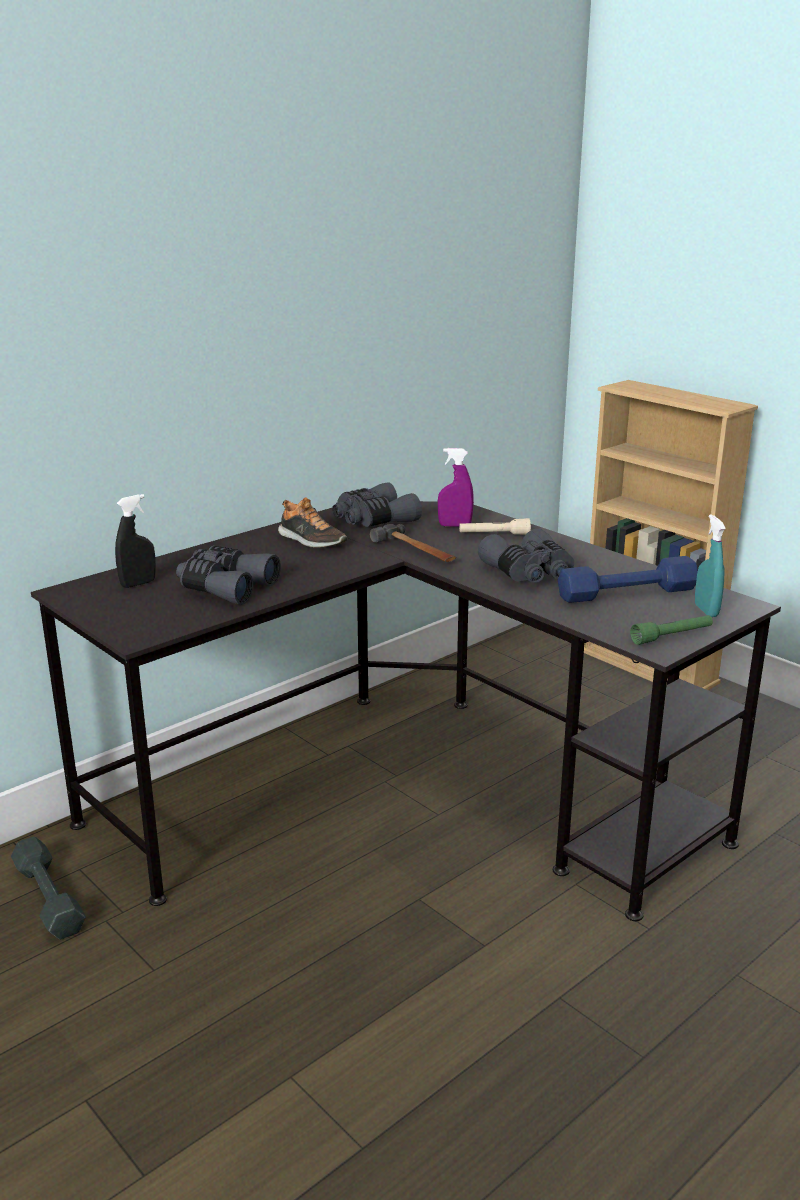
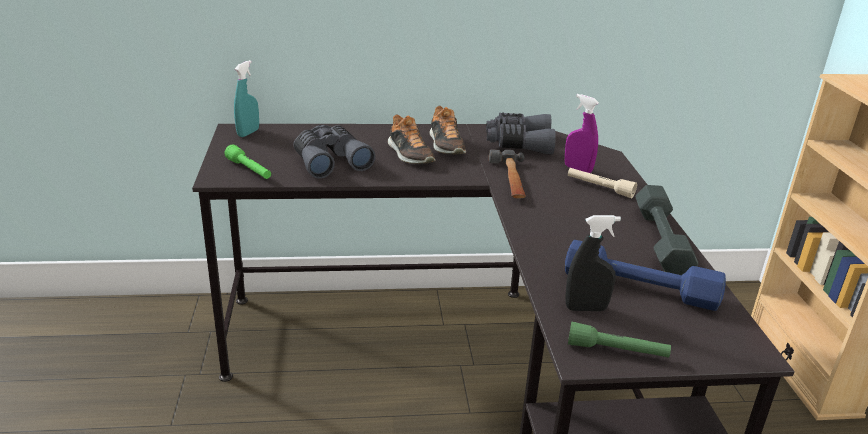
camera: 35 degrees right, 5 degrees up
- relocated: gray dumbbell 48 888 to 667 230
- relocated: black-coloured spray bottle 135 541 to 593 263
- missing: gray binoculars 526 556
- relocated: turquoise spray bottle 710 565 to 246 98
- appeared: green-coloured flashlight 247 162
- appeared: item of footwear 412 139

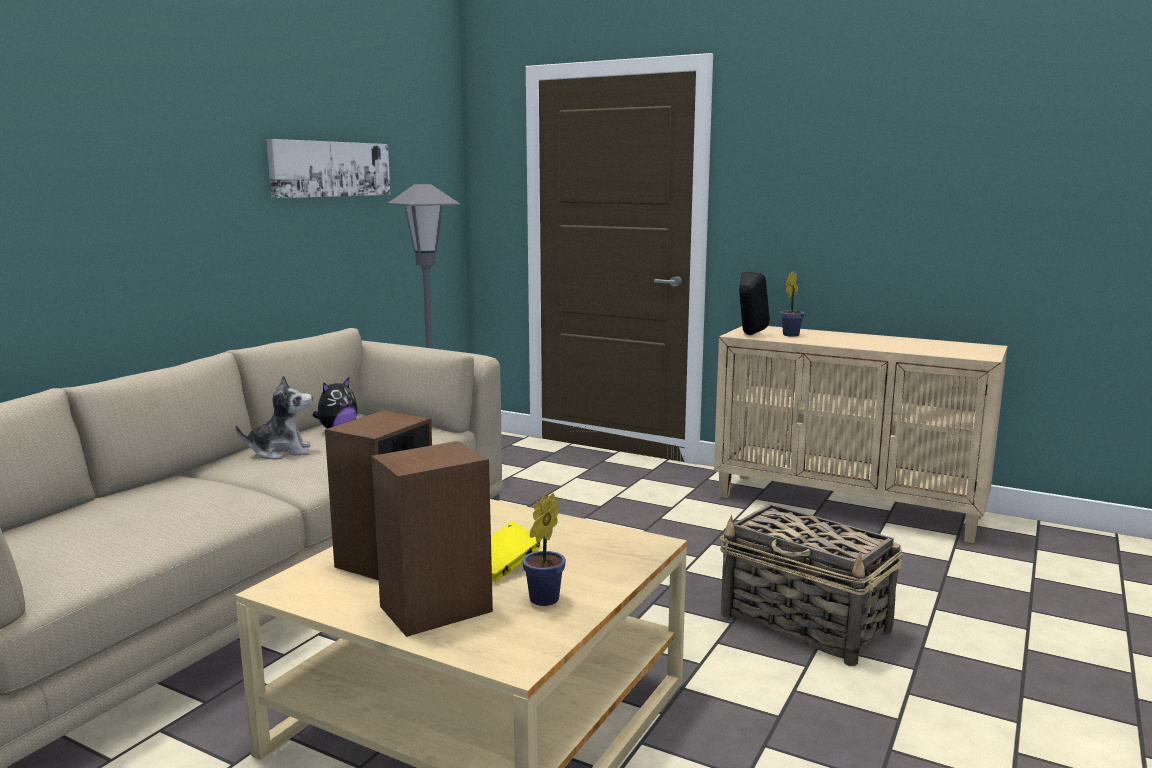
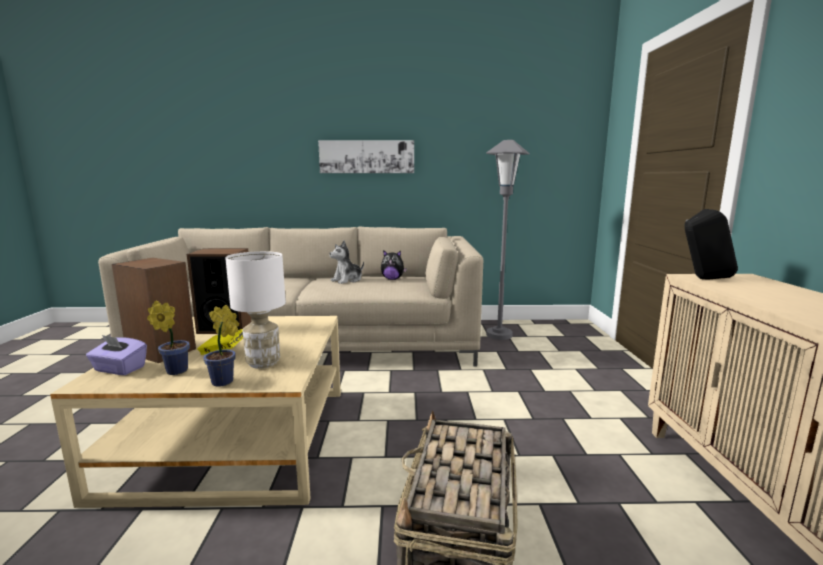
camera: 60 degrees right, 0 degrees up
- spun: cuddly toy 274 417 = 346 262 90 degrees clockwise
- relocated: picture 328 168 to 366 156
- relocated: houseplant 792 304 to 221 346
- appeared: purplish tissue box 116 355
- appeared: whitish tabletop lamp 255 310

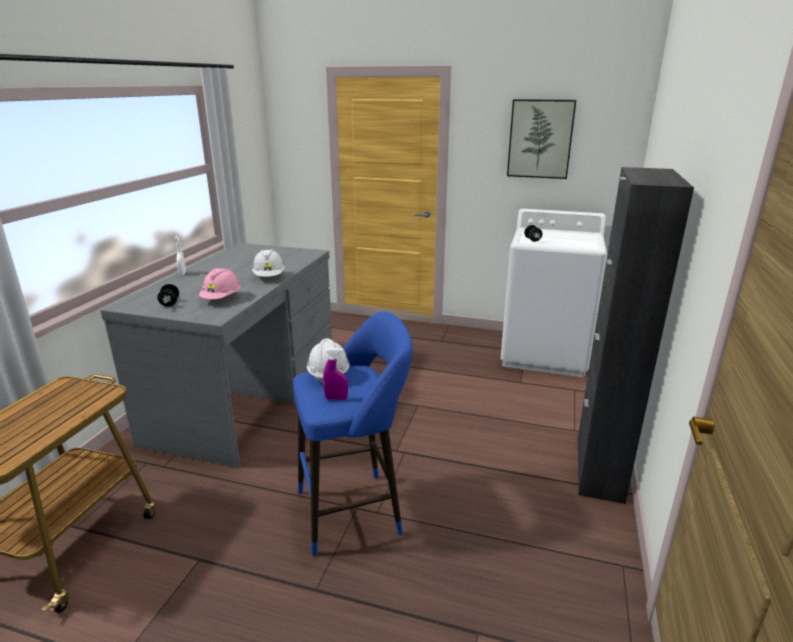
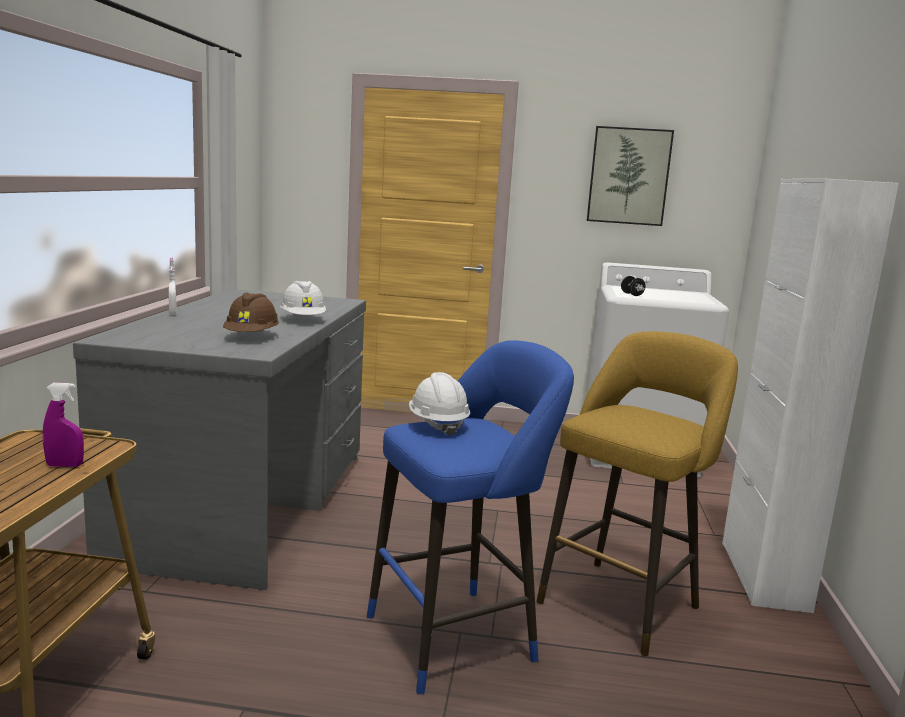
camera: 10 degrees left, 10 degrees down
- missing: black-coloured dumbbell 168 295
- colour: pink hard hat 220 283 to brownish hard hat 251 312
- relocated: purplish spray bottle 335 374 to 63 425
- colour: black-coloured cupboard 636 335 to whitish cupboard 810 396
- appeared: yellow stool 637 493

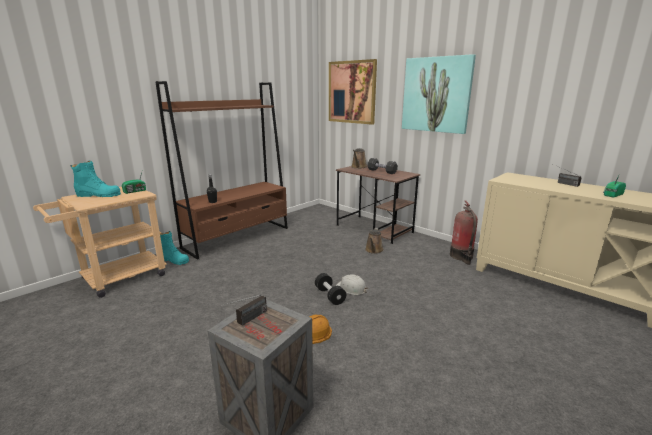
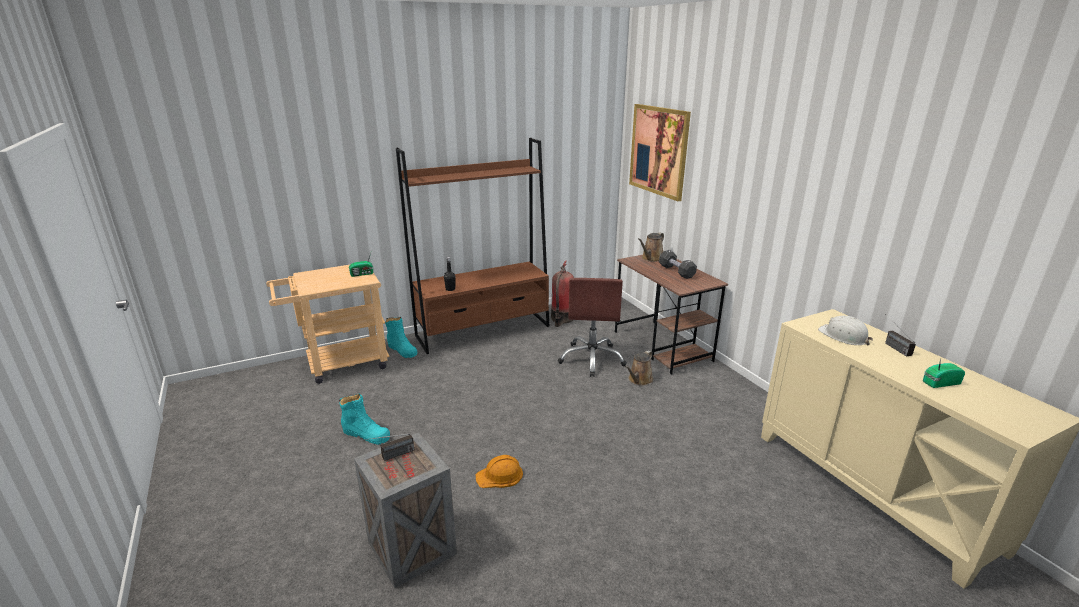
camera: 20 degrees right, 5 degrees up
- relocated: turquoise tall boot 96 179 to 364 419
- missing: black-coloured dumbbell 330 289
- relocated: whitish hard hat 352 284 to 845 330
- missing: picture 439 94
- relocated: fire-fighting cylinder 464 233 to 562 293
- appeared: brownish office chair 592 327

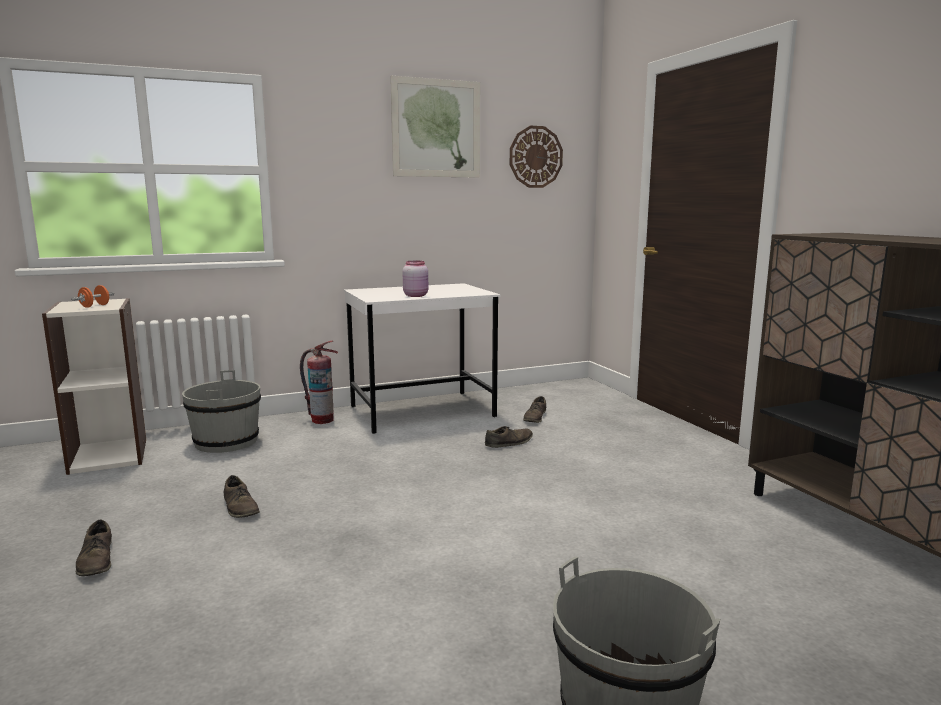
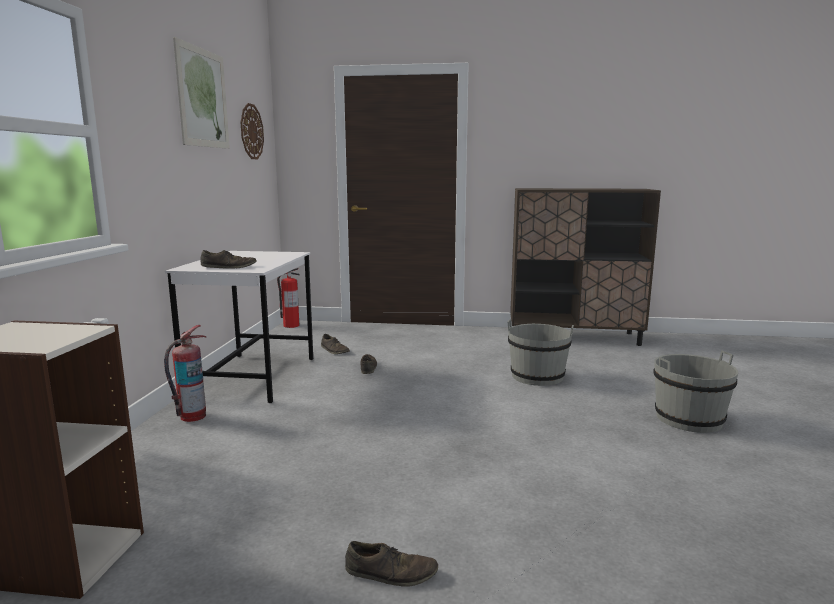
camera: 60 degrees left, 0 degrees up
- missing: orange-coloured dumbbell 92 296
- relocated: gray pail 221 411 to 541 352
- relocated: brownish item of footwear 241 496 to 228 259
- missing: pink storage jar 415 279
- appeared: fire-fighting cylinder 288 298

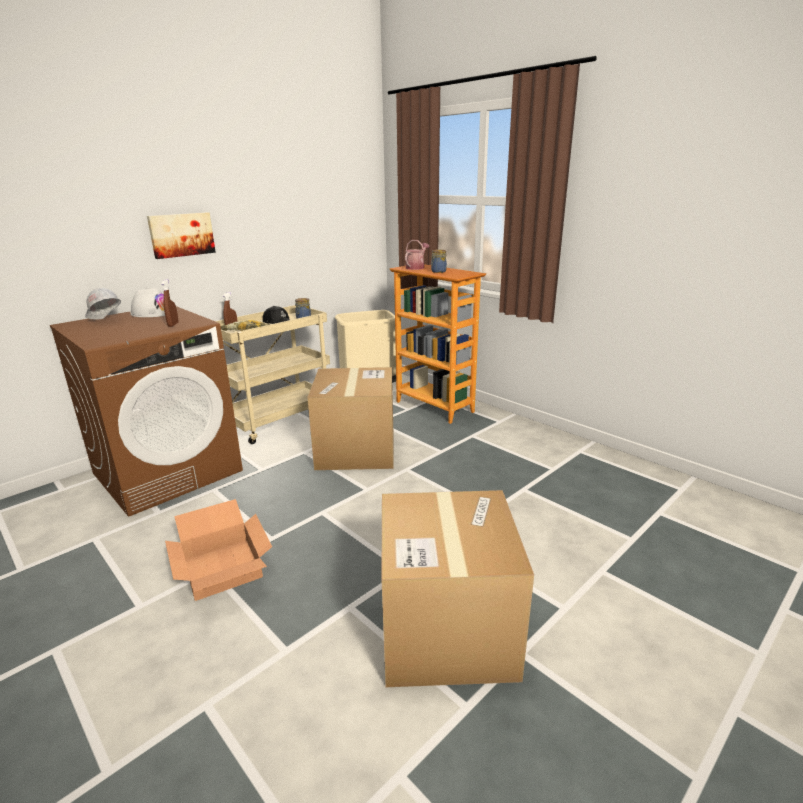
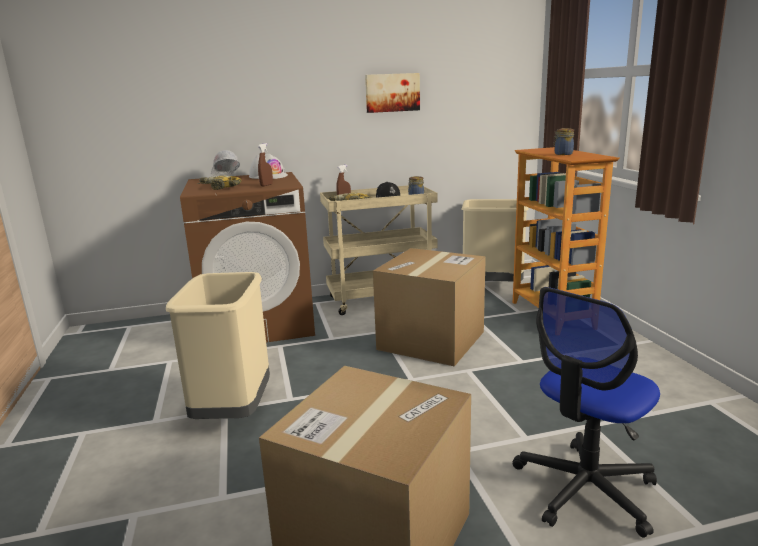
camera: 30 degrees right, 5 degrees down
- relocated: picture 181 235 to 392 93
- exchanged: packing box 218 550 to sand-coloured trash can 218 345
- missing: sprinkling can 417 255
- appeared: drill 219 182
- appeared: office chair 586 412

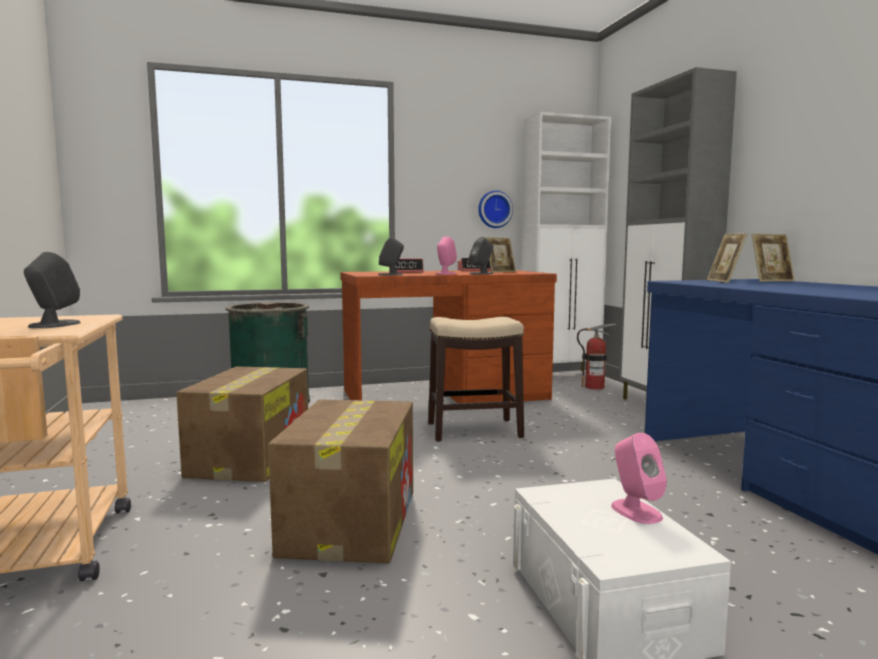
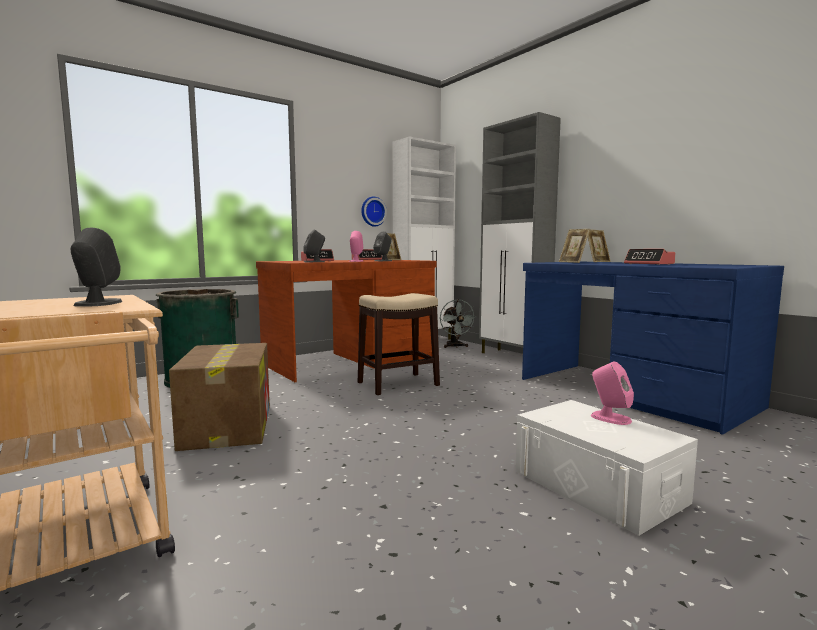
camera: 20 degrees left, 0 degrees up
- missing: packing box 340 481
- exchanged: fire-fighting cylinder 596 357 to gray cooling fan 458 323
- appeared: alarm clock 649 257

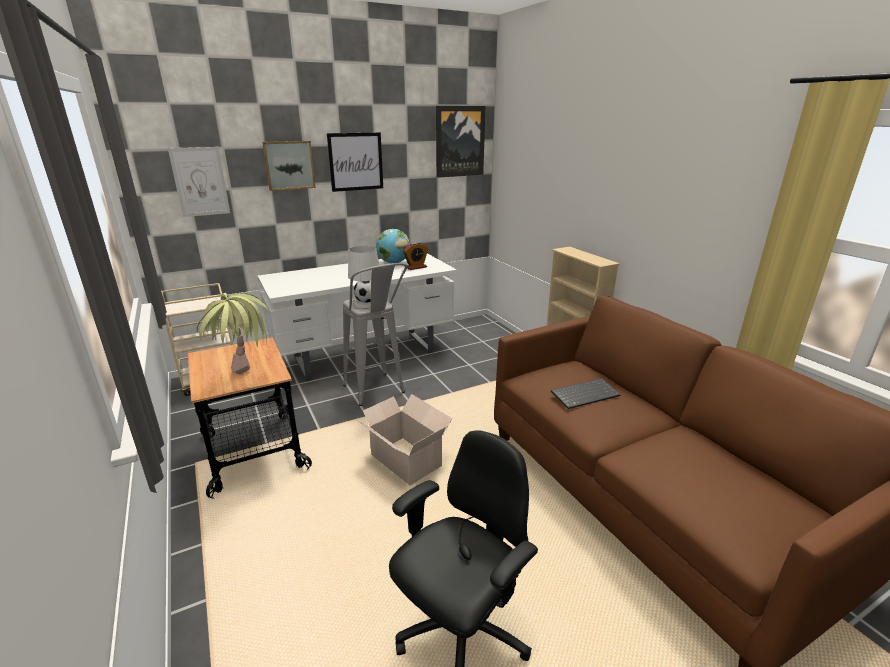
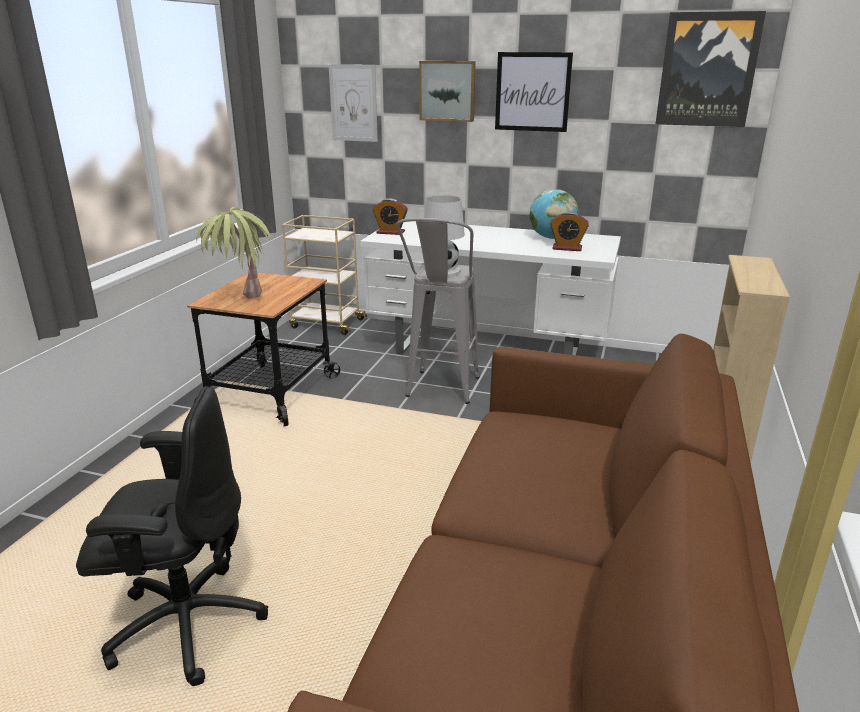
camera: 45 degrees right, 0 degrees up
- missing: packing box 405 439
- missing: PC keyboard 586 393
- appeared: alarm clock 390 216

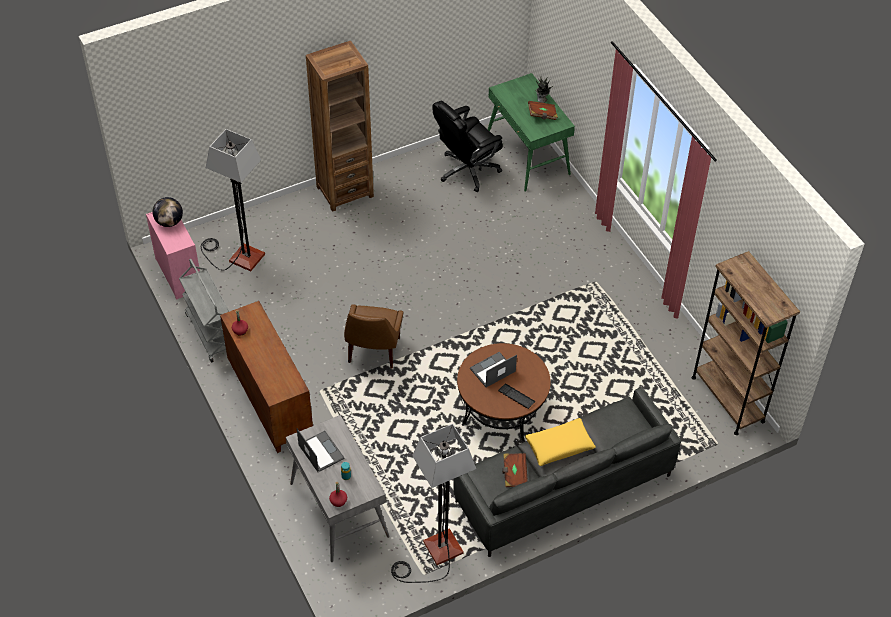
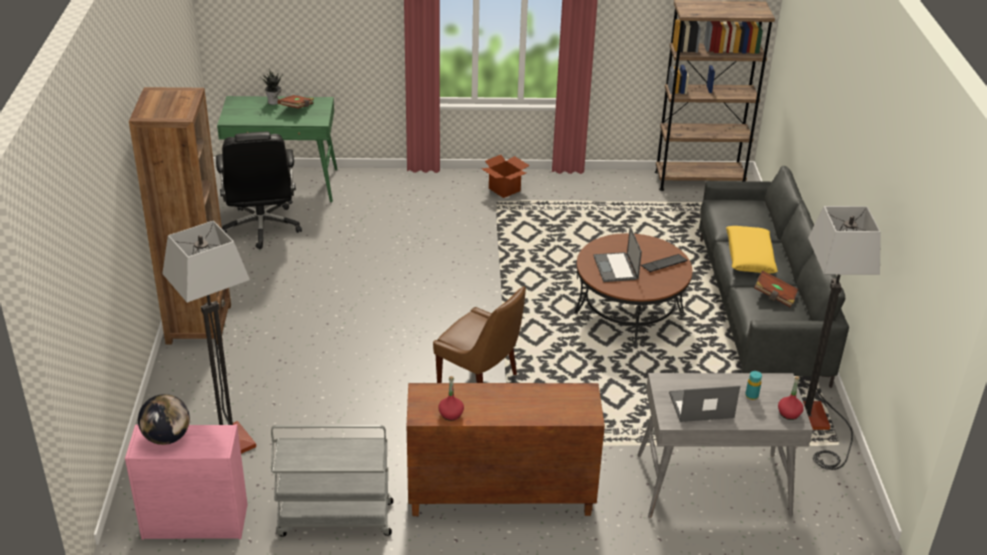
camera: 65 degrees left, 15 degrees down
- appeared: packing box 506 176

